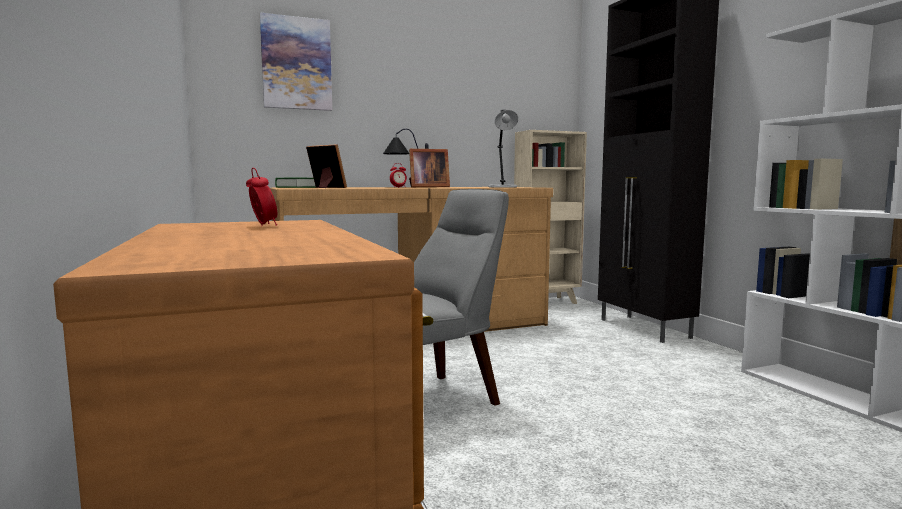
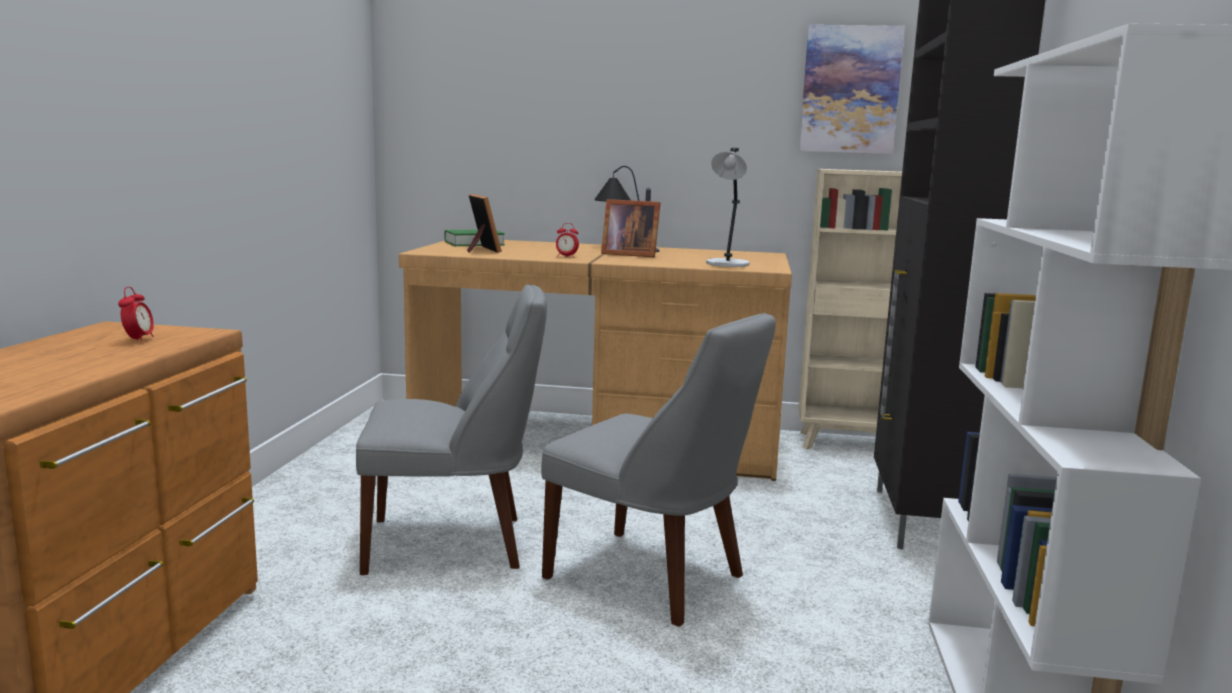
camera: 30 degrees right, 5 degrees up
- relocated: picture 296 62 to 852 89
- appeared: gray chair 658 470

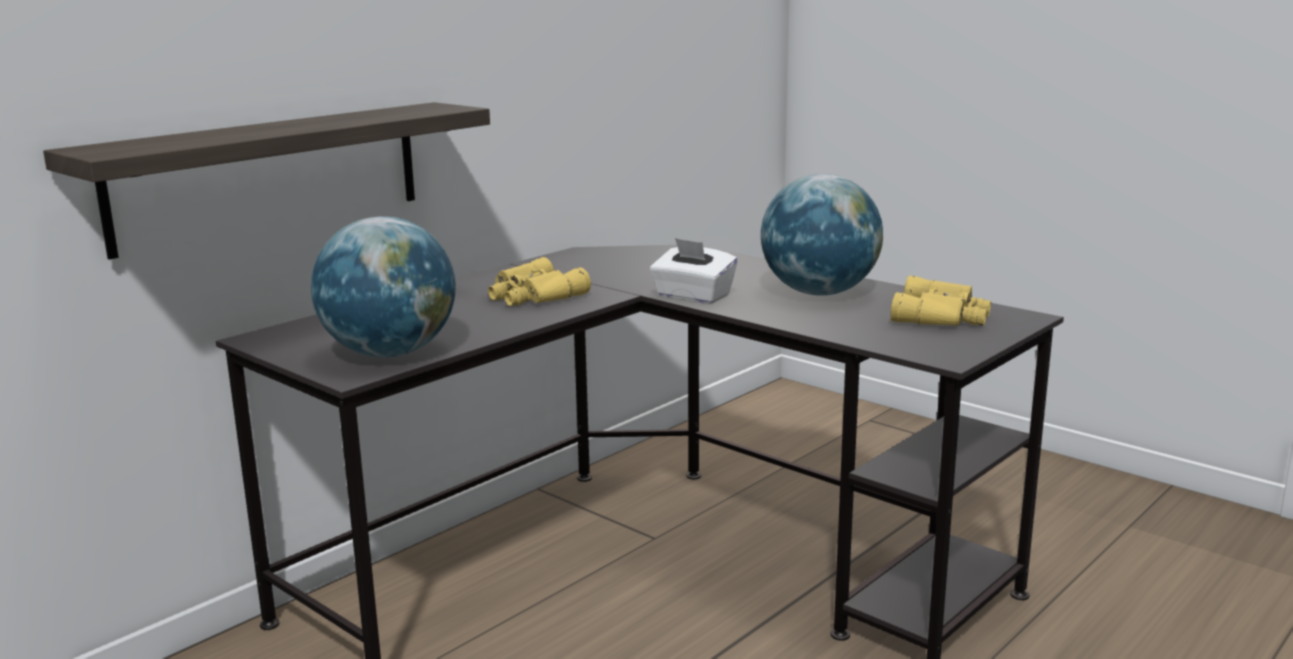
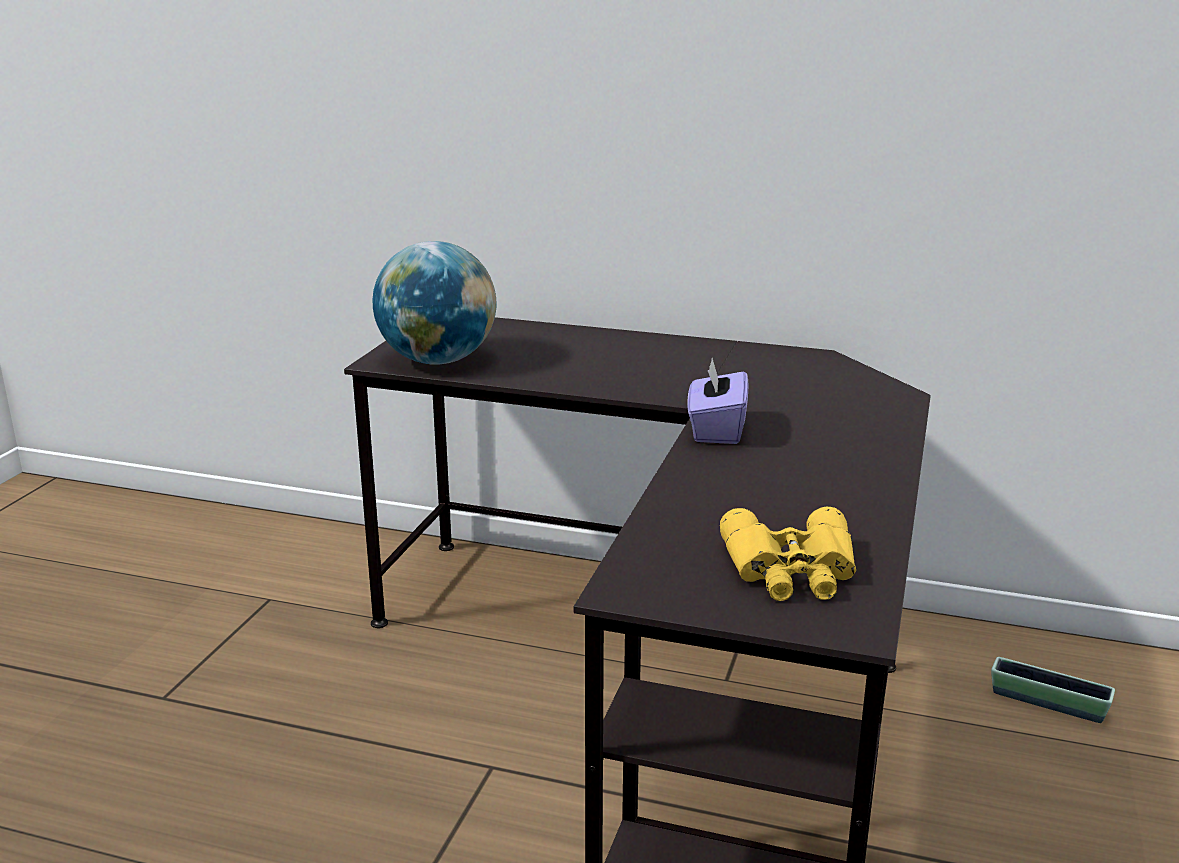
camera: 65 degrees right, 5 degrees up
- missing: wall shelf 266 181
- missing: yellow binoculars 539 281
- colour: whitish tissue box 693 271 to purplish tissue box 717 401
- missing: world globe 822 234
- appeared: planter 1053 690

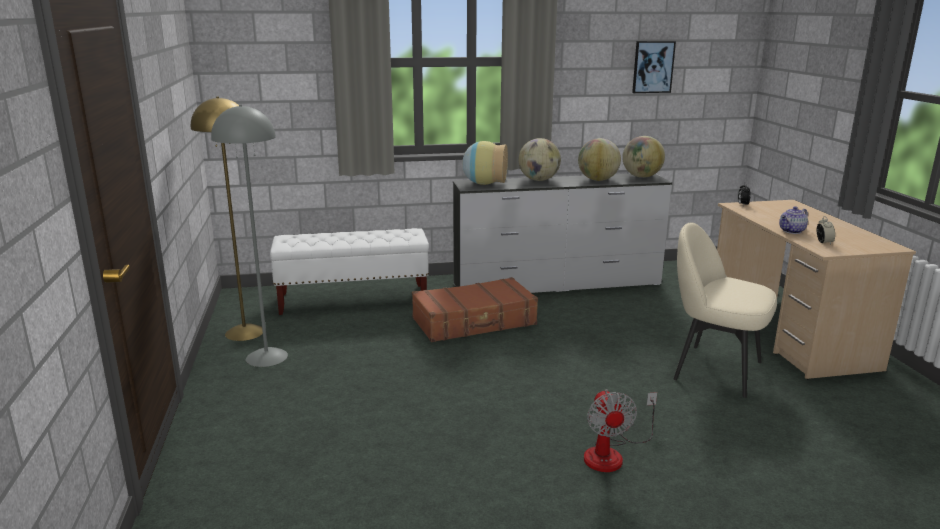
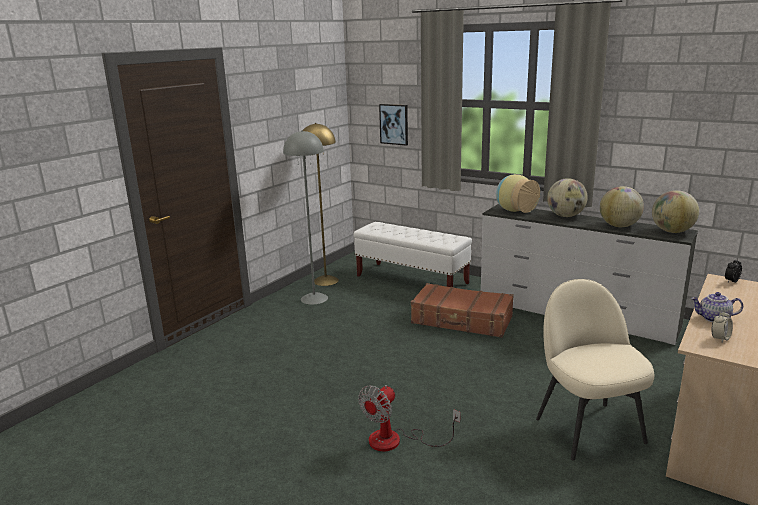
camera: 45 degrees right, 0 degrees up
- relocated: picture 654 67 to 393 124

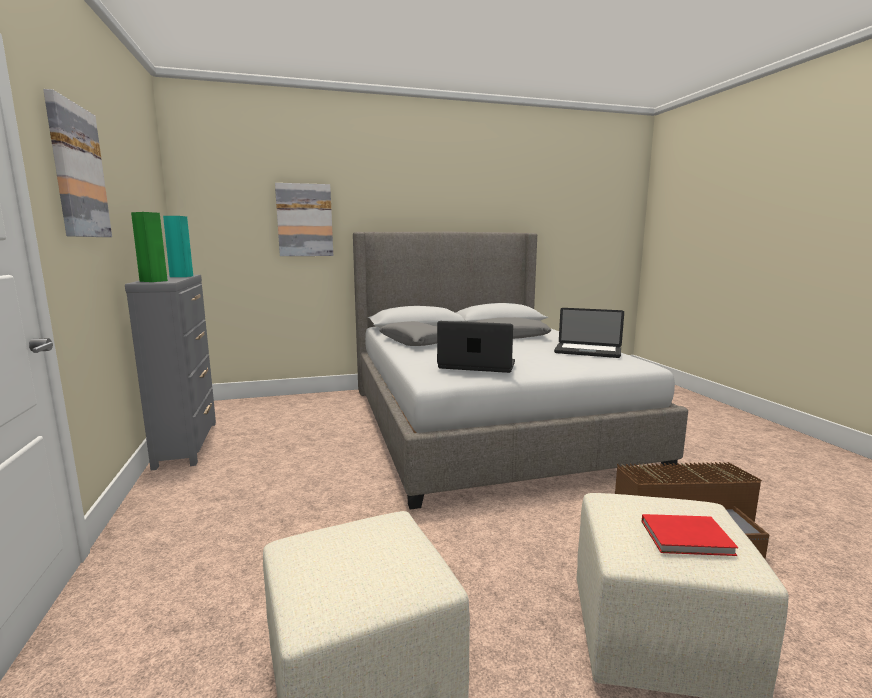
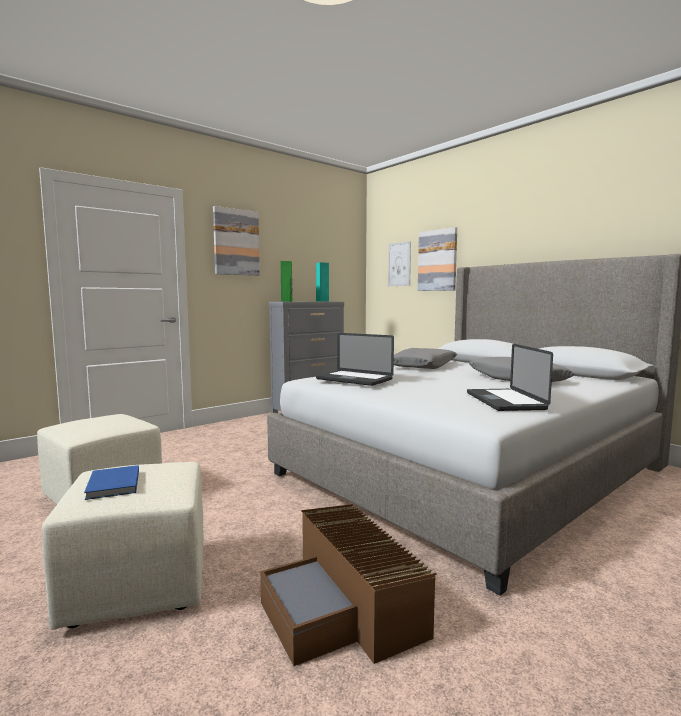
camera: 65 degrees right, 5 degrees down
- spun: laptop 476 347 = 355 359 135 degrees clockwise
- colour: red-coloured bound book 690 535 to blue bound book 111 482
- appeared: picture 399 263

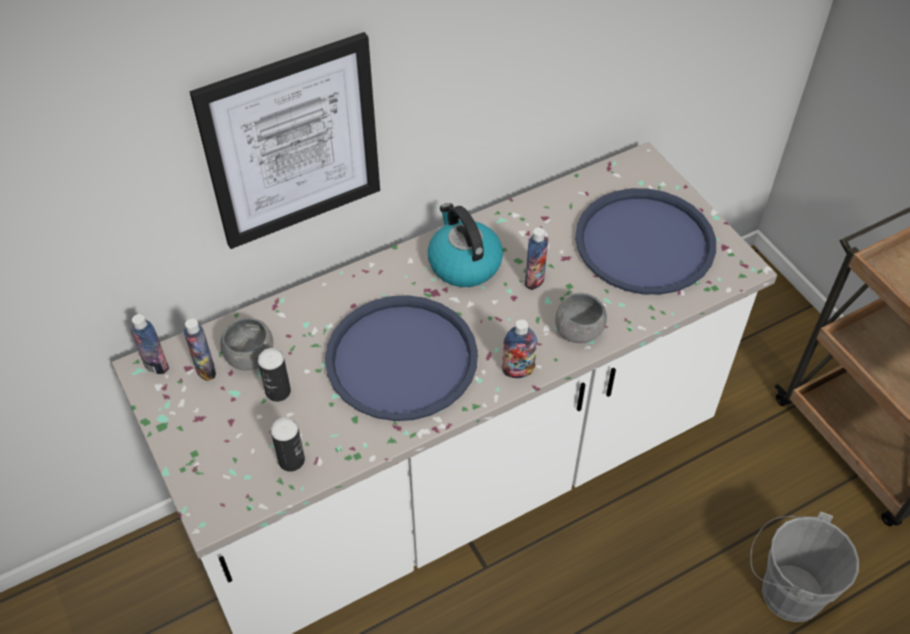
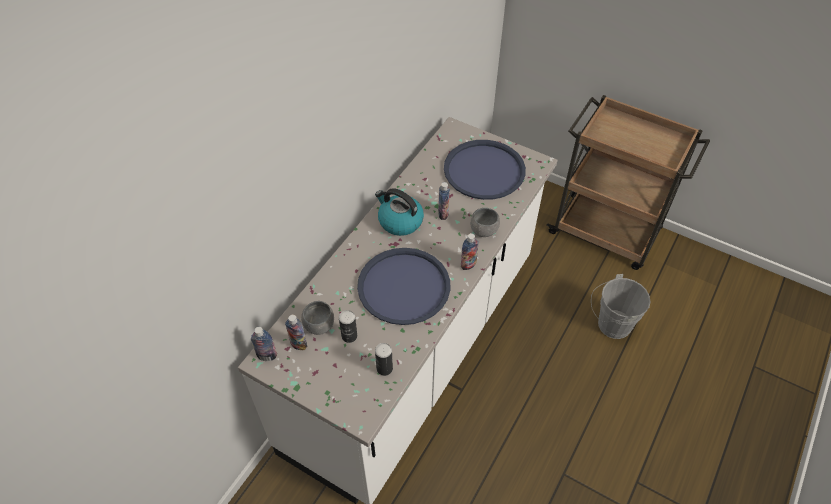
camera: 30 degrees left, 0 degrees up
- missing: picture 285 140

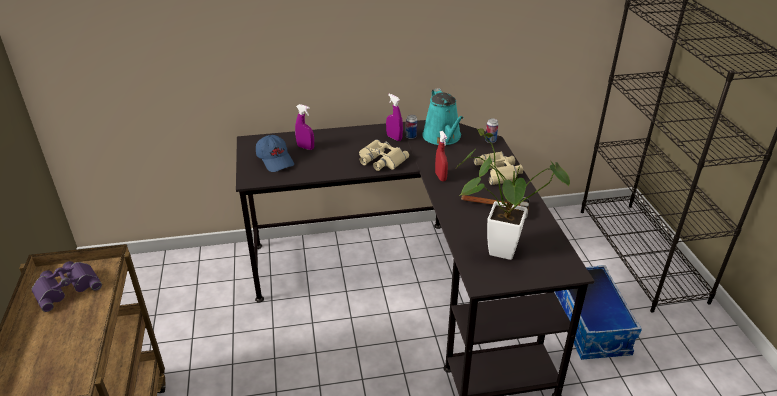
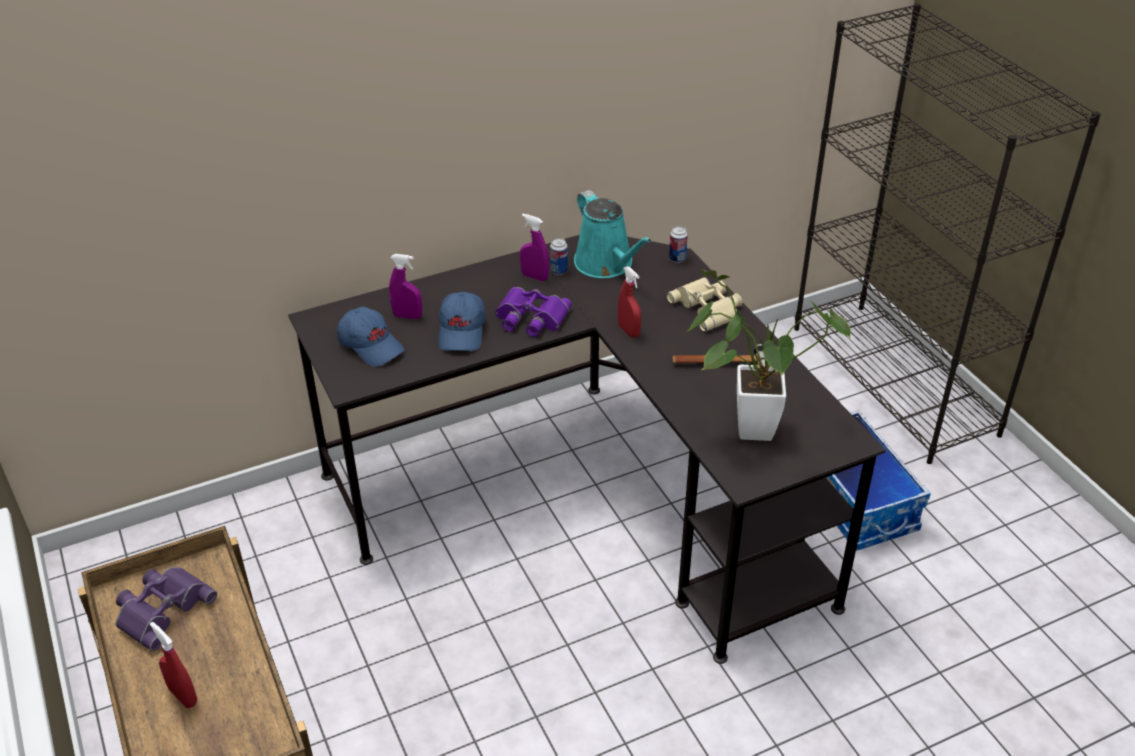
camera: 15 degrees left, 5 degrees up
- colour: sand-coloured binoculars 384 155 to purplish binoculars 533 312
- appeared: red-coloured spray bottle 173 665
- appeared: blue baseball cap 462 321

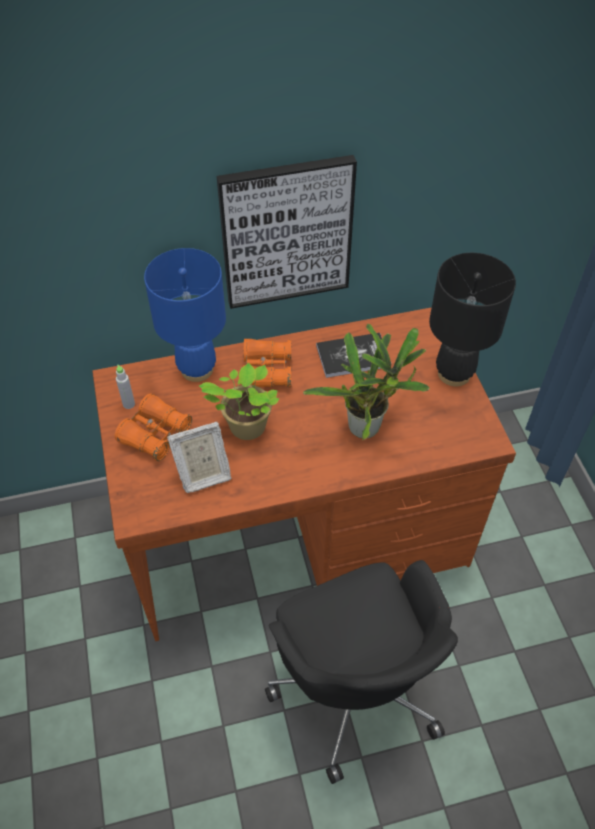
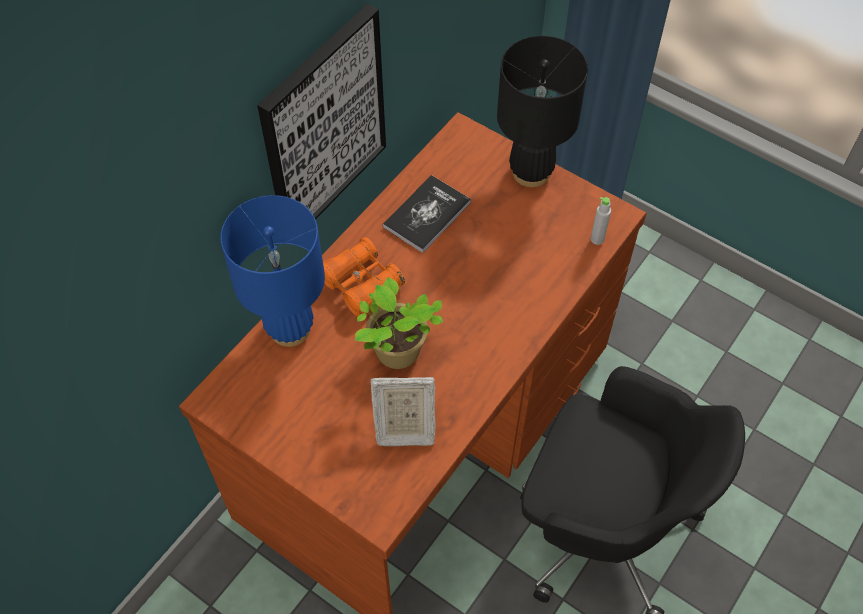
camera: 40 degrees left, 5 degrees up
- missing: orange-coloured binoculars 153 427
- relocated: gray drink bottle 125 387 to 601 221
- spun: standing frame 199 457 = 403 412 60 degrees clockwise
- missing: houseplant 366 382

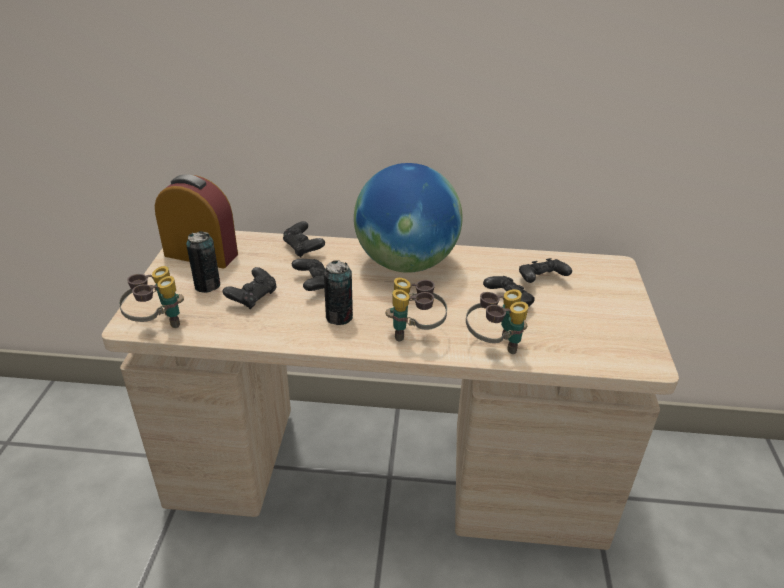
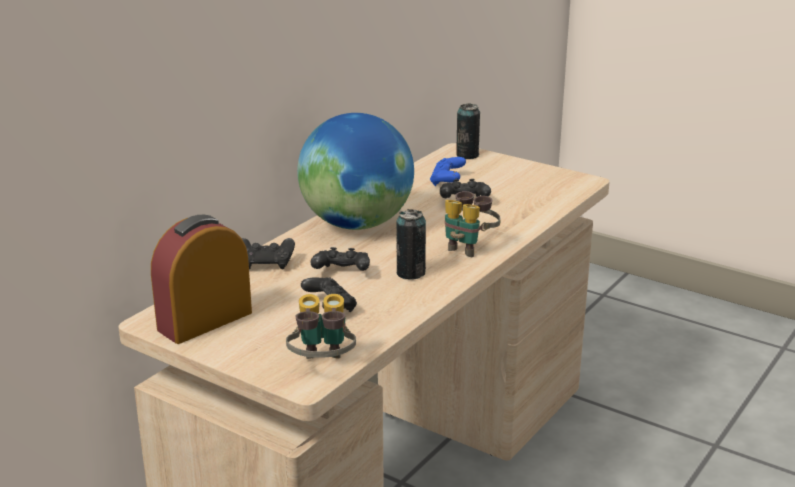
camera: 60 degrees left, 10 degrees down
- relocated: can 203 262 to 468 131
- missing: binoculars 497 321
- colour: black-coloured joypad 545 270 to blue joypad 448 171

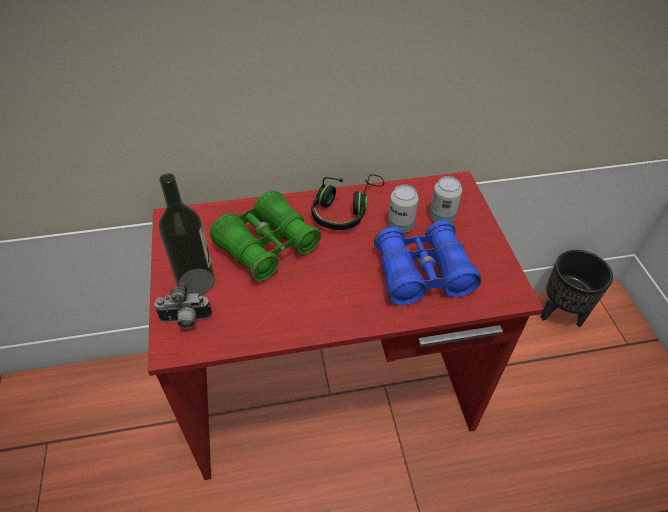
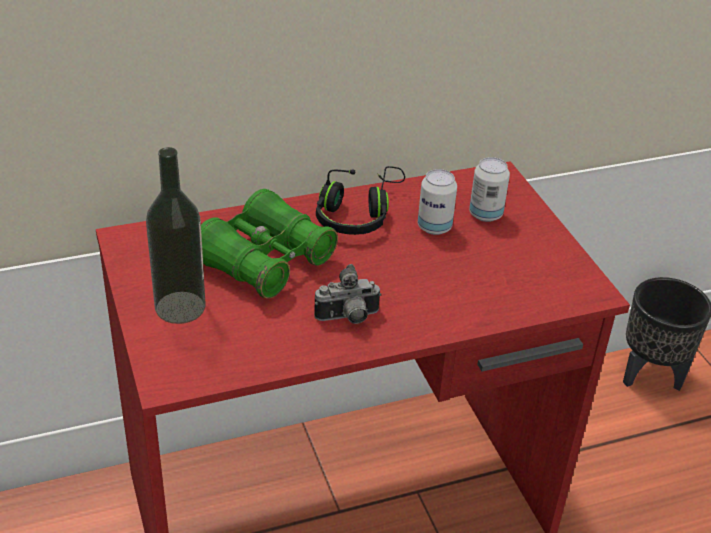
camera: 10 degrees left, 10 degrees down
- relocated: photo camera 183 306 to 347 294
- missing: blue binoculars 427 262

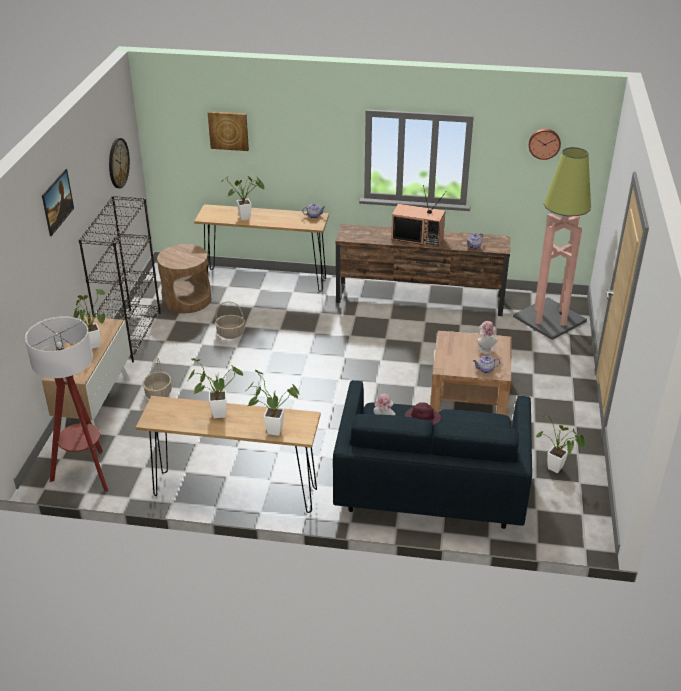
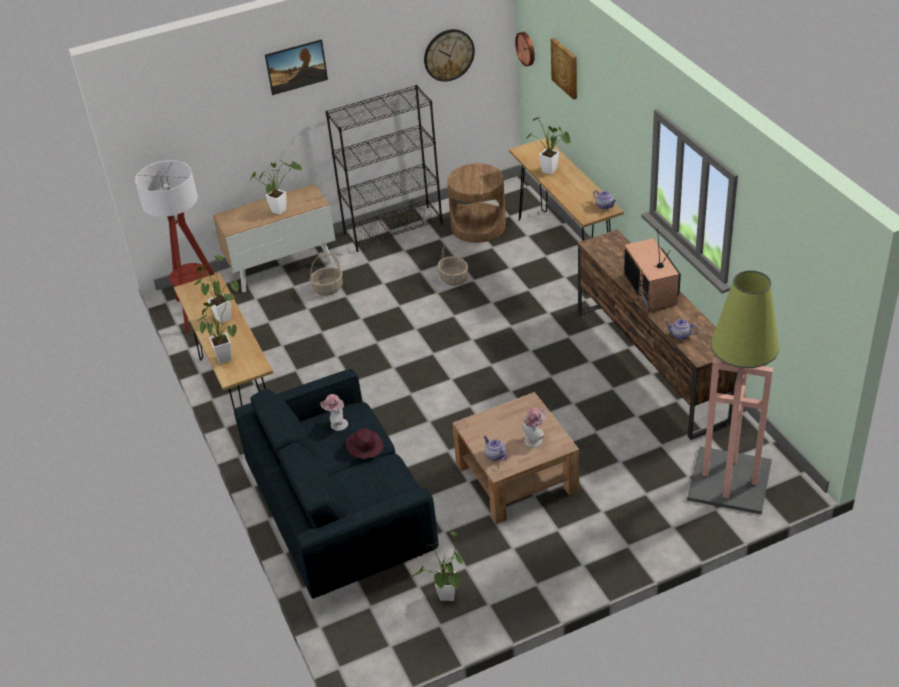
camera: 60 degrees right, 5 degrees up
- relocated: clock on the wall 545 144 to 525 49

